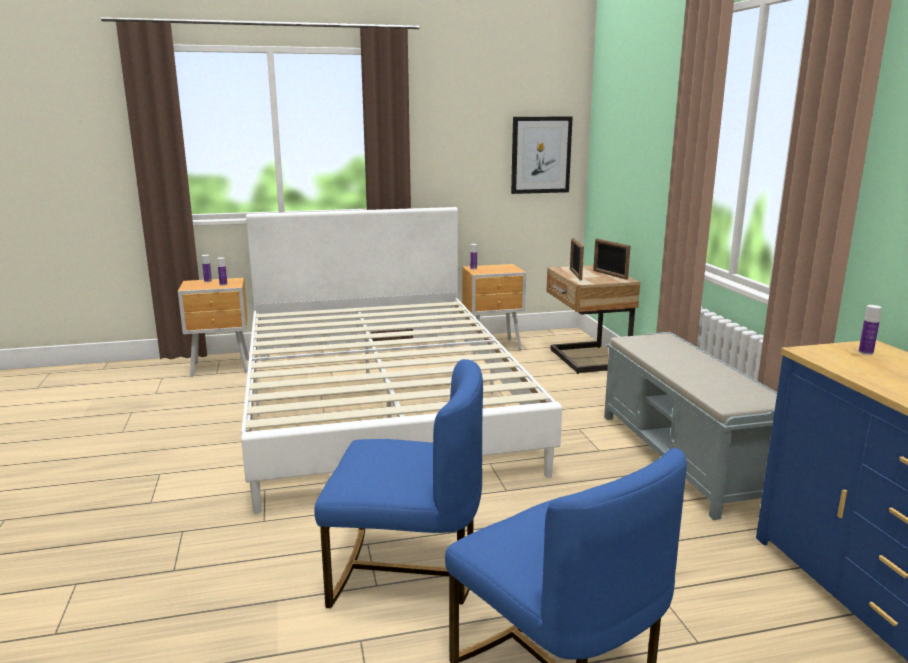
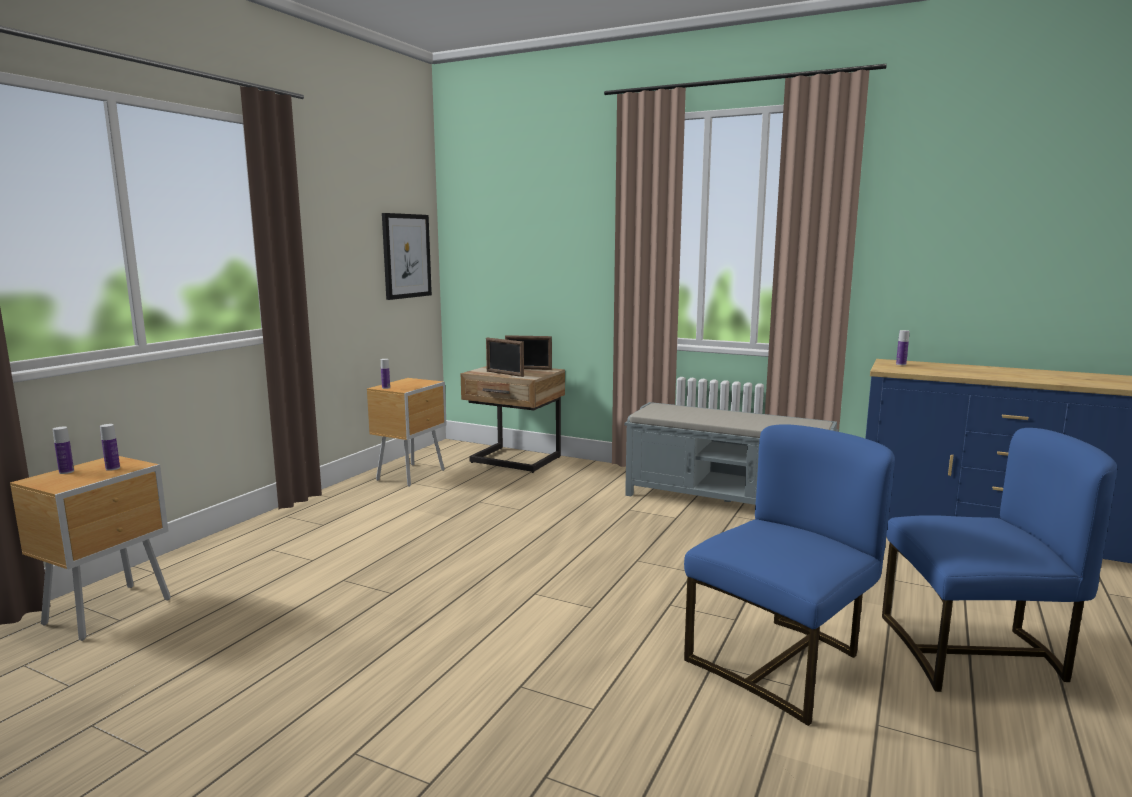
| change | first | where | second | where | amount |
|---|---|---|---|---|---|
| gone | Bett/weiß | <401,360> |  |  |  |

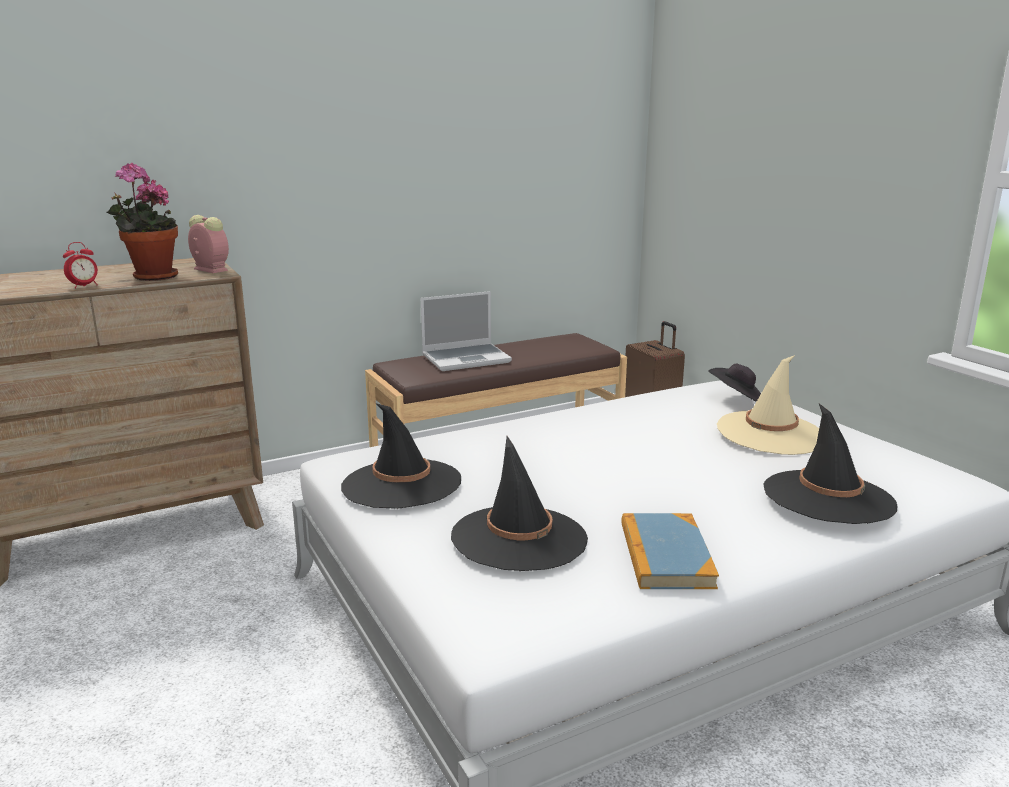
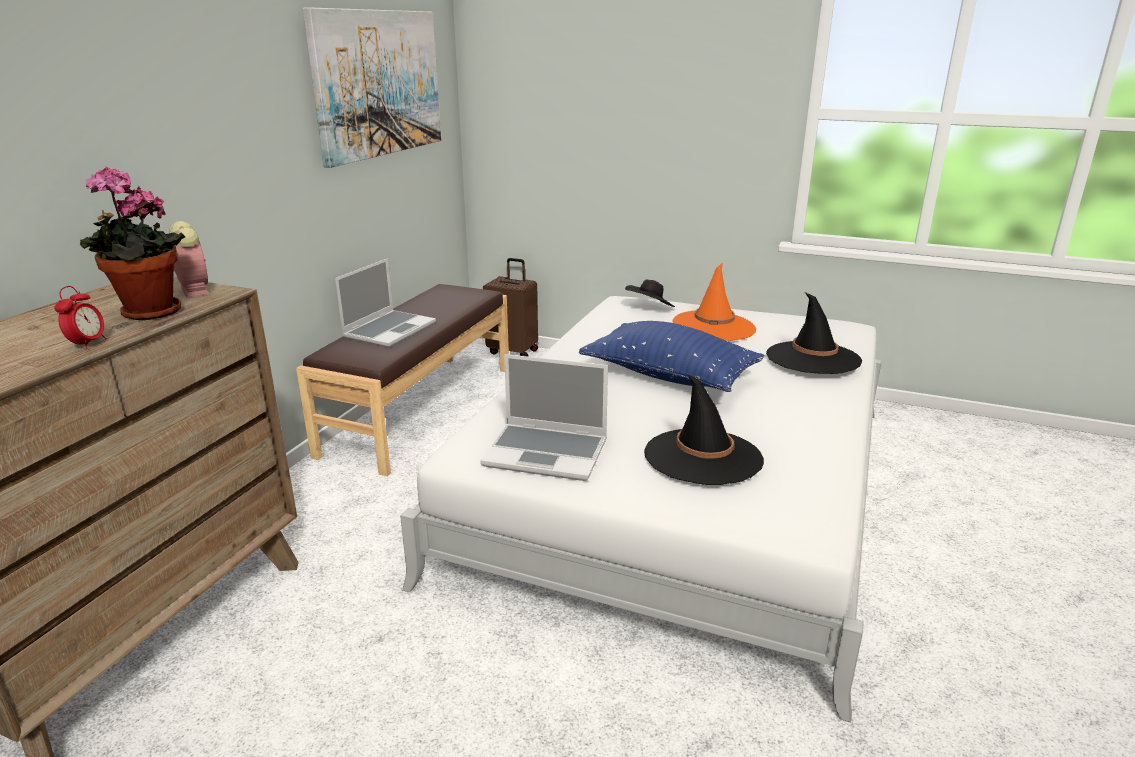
| change | first | where | second | where | amount |
|---|---|---|---|---|---|
| rotated | Wecker | <208,244> |  | <189,259> | 60 degrees clockwise |
| new |  |  | Bild | <372,88> |  |
| swapped | Hut/schwarz | <401,456> | Laptop | <544,417> |  |
| new |  |  | Kissen/blau | <671,356> |  |
| repainted | Hut/beige | <768,405> | Hut/orange | <714,302> |  |
| gone | Buch | <670,551> |  |  |  |

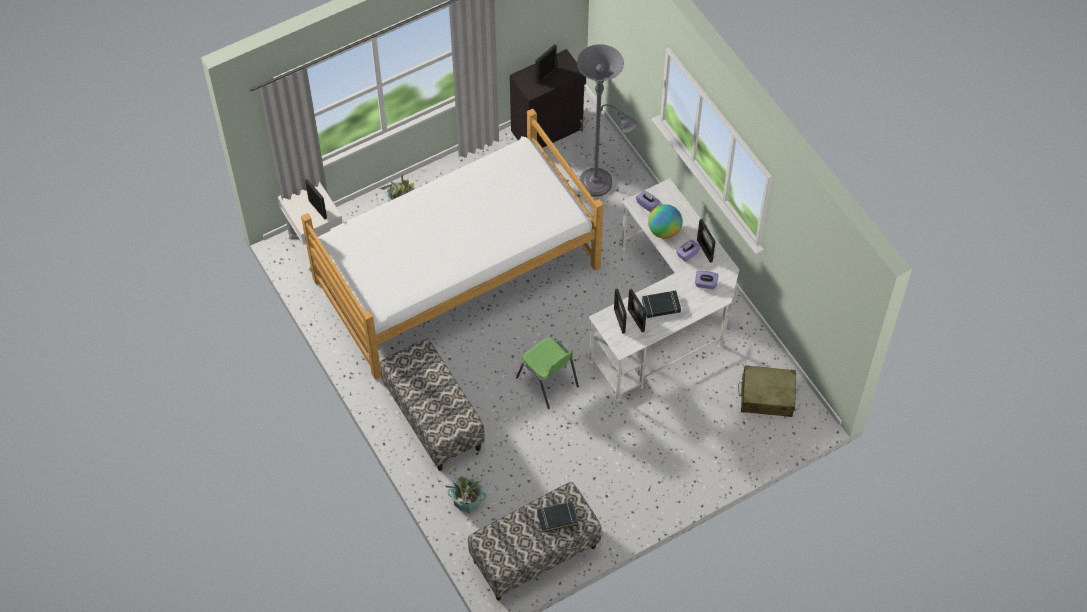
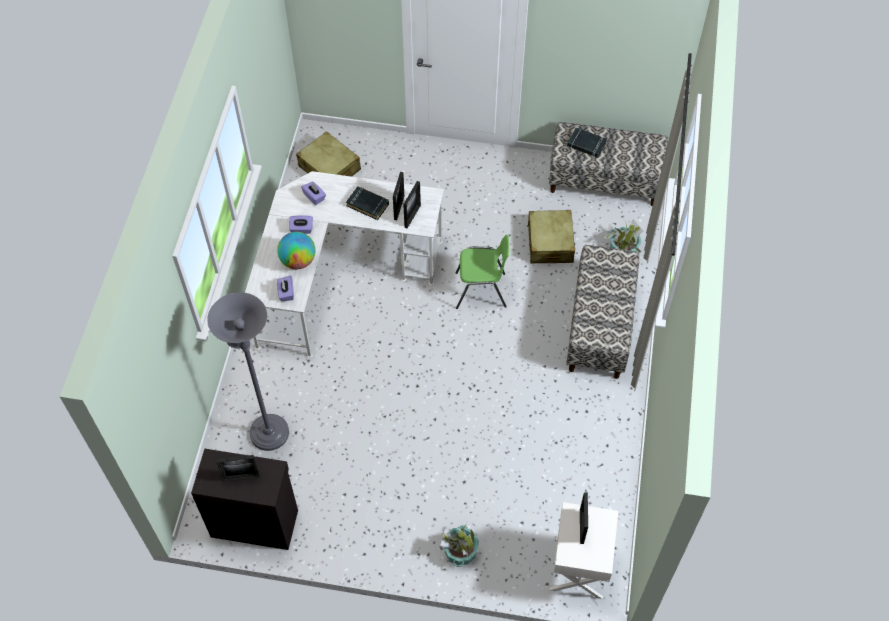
| change | first | where | second | where | amount |
|---|---|---|---|---|---|
| rotated | Stuhl/grün | <547,373> |  | <482,272> | 90 degrees clockwise |
| new |  |  | Koffer/beige | <551,237> |  |
| gone | Bett | <452,244> |  |  |  |
| gone | Bilderrahmen | <706,241> |  |  |  |

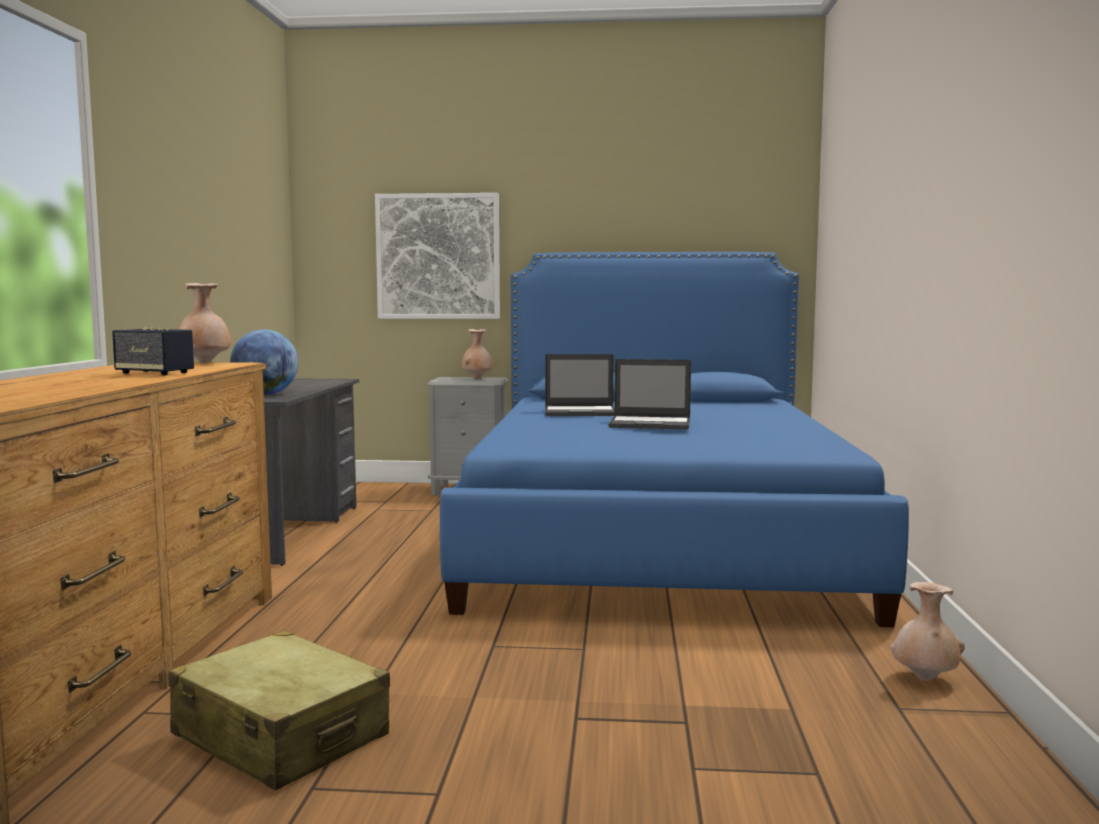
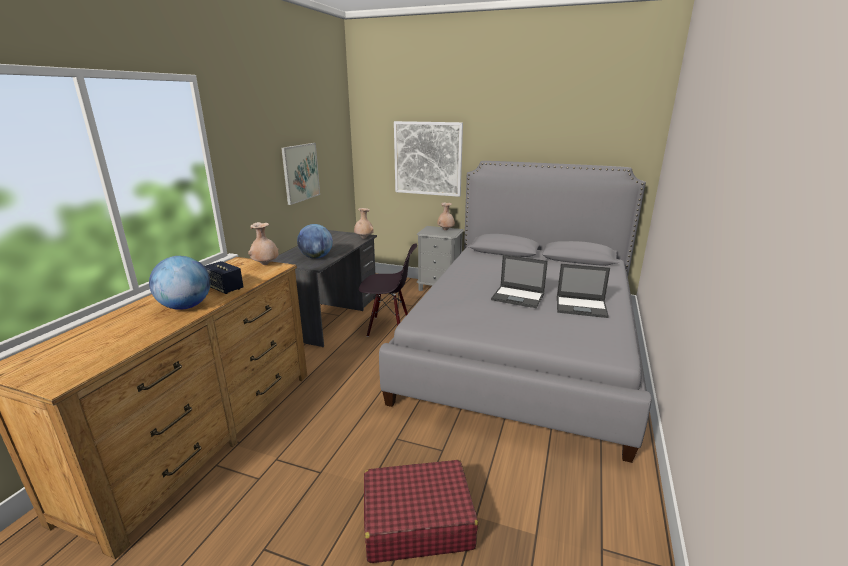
| change | first | where | second | where | amount |
|---|---|---|---|---|---|
| new |  |  | Globus | <179,283> |  |
| new |  |  | Bild | <300,174> |  |
| shifted | Vase/beige | <927,631> |  | <364,223> |  |
| new |  |  | Stuhl/schwarz | <388,290> |  |
| new |  |  | Koffer/rot | <421,511> |  |
| repainted | Bett/blau | <674,439> | Bett/grau | <515,312> |  |
| shifted | Laptop | <580,385> |  | <583,291> |  |
| gone | Koffer/beige | <279,710> |  |  |  |

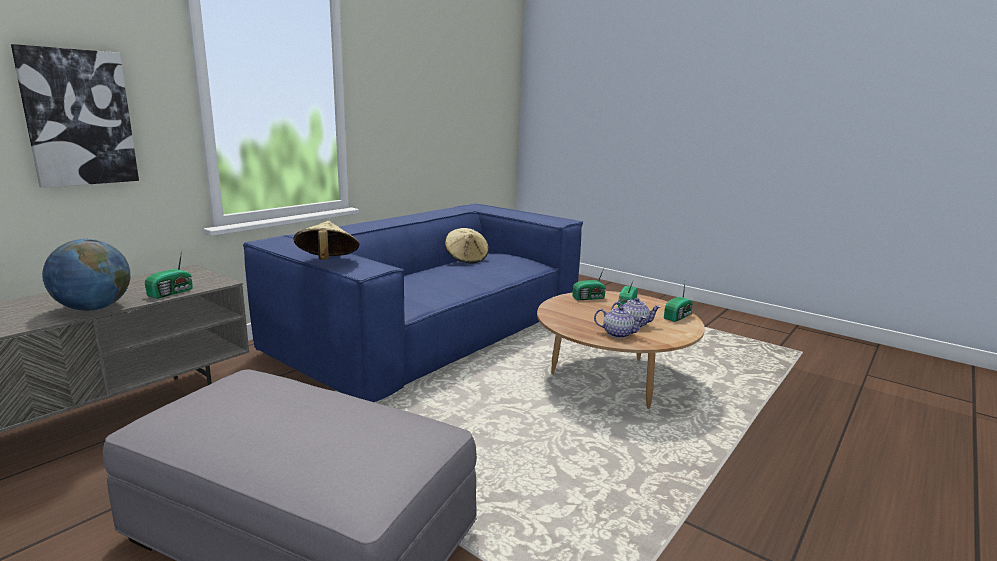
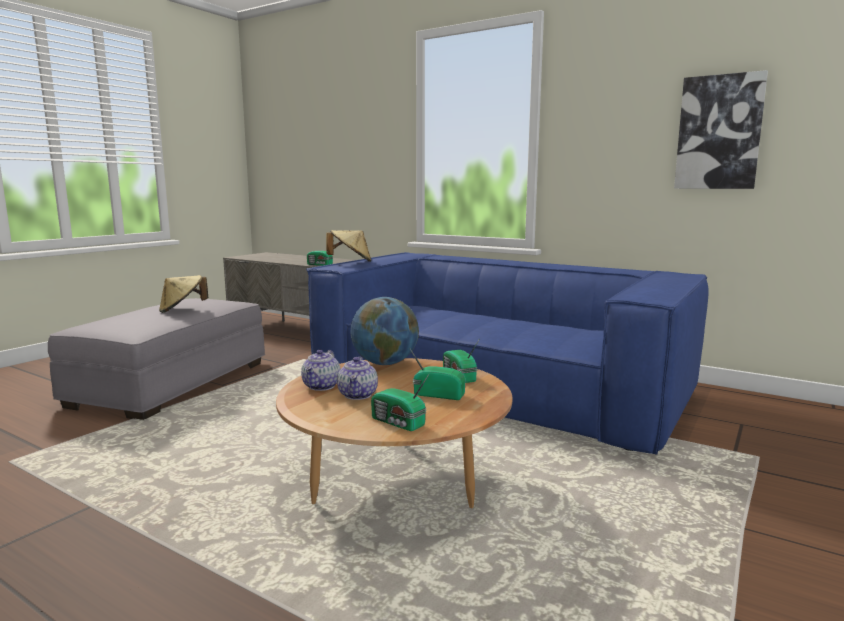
| change | first | where | second | where | amount |
|---|---|---|---|---|---|
| shifted | Hut/beige | <467,245> |  | <183,294> |  |
| shifted | Globus | <86,275> |  | <384,331> |  |
| shifted | Bild | <75,116> |  | <721,129> |  |

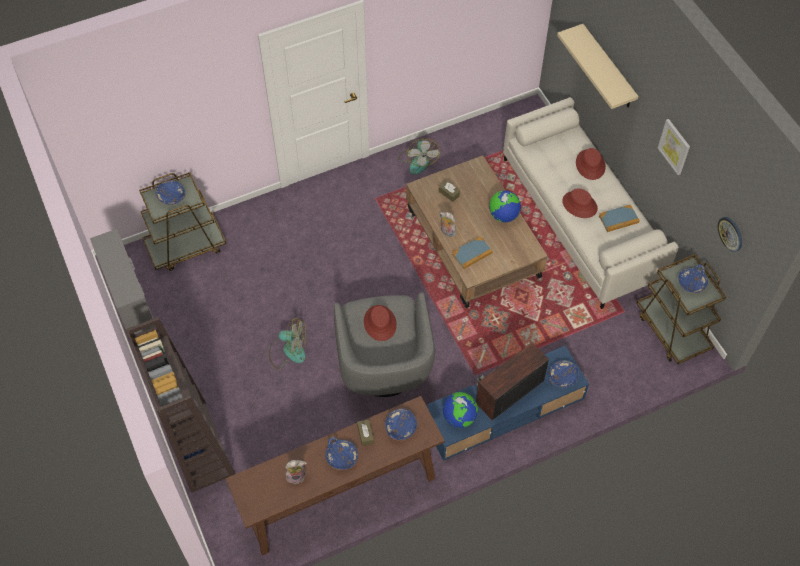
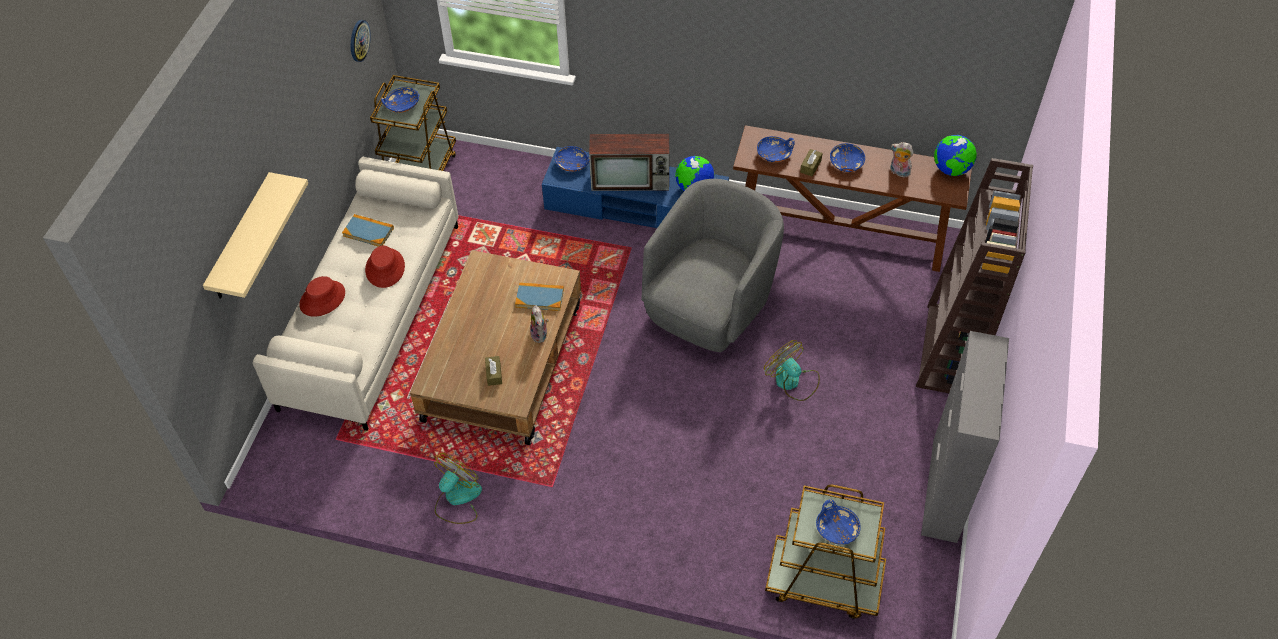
| change | first | where | second | where | amount |
|---|---|---|---|---|---|
| shifted | Globus | <505,206> |  | <955,155> |  |
| gone | Hut/rot | <380,323> |  |  |  |
| gone | Bild | <674,147> |  |  |  |

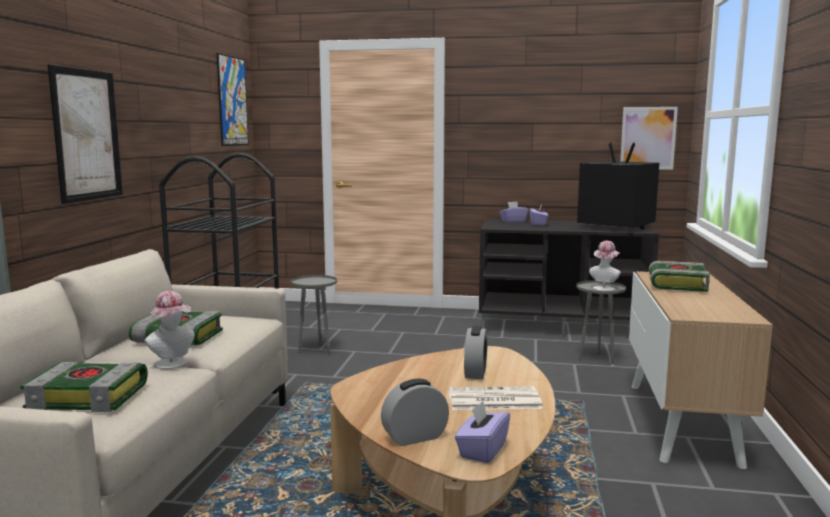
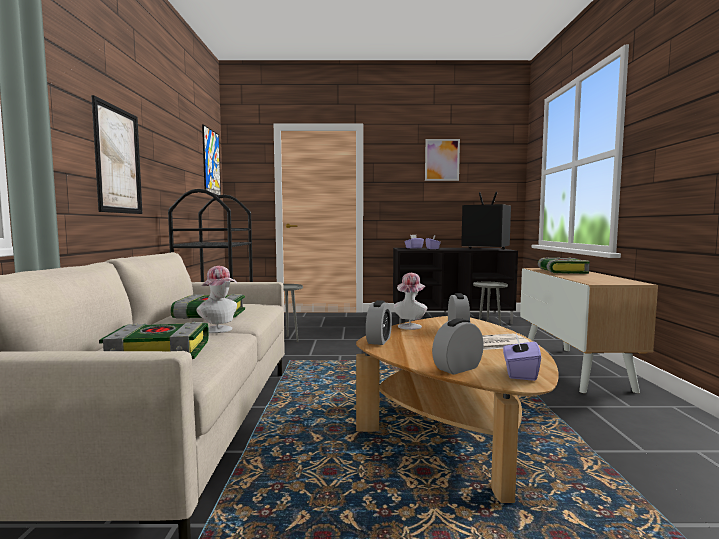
| change | first | where | second | where | amount |
|---|---|---|---|---|---|
| new |  |  | Wecker | <379,322> |  |
| shifted | Hut | <605,266> |  | <410,301> |  |
| shifted | Bild | <649,138> |  | <442,160> |  |

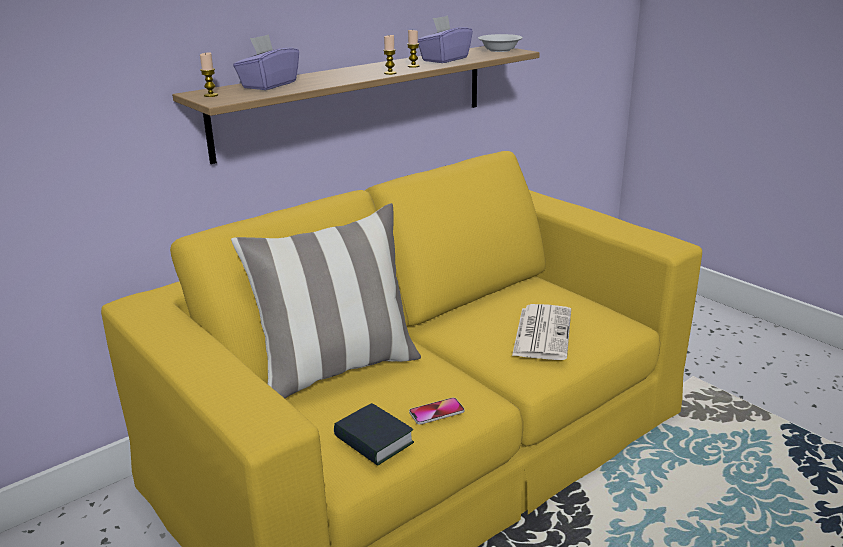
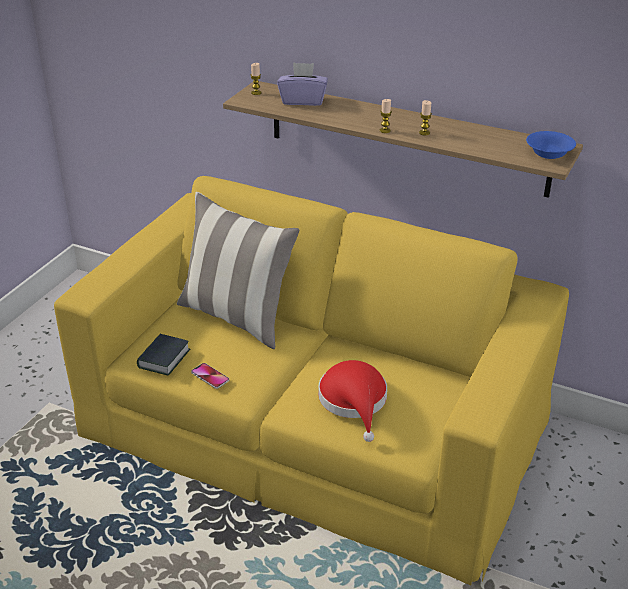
| change | first | where | second | where | amount |
|---|---|---|---|---|---|
| swapped | Zeitung | <541,332> | Hut/rot | <352,401> |  |
| repainted | Schüssel/weiß | <500,43> | Schüssel/blau | <551,145> |  |
| gone | Taschentuchbox/lila | <445,39> |  |  |  |

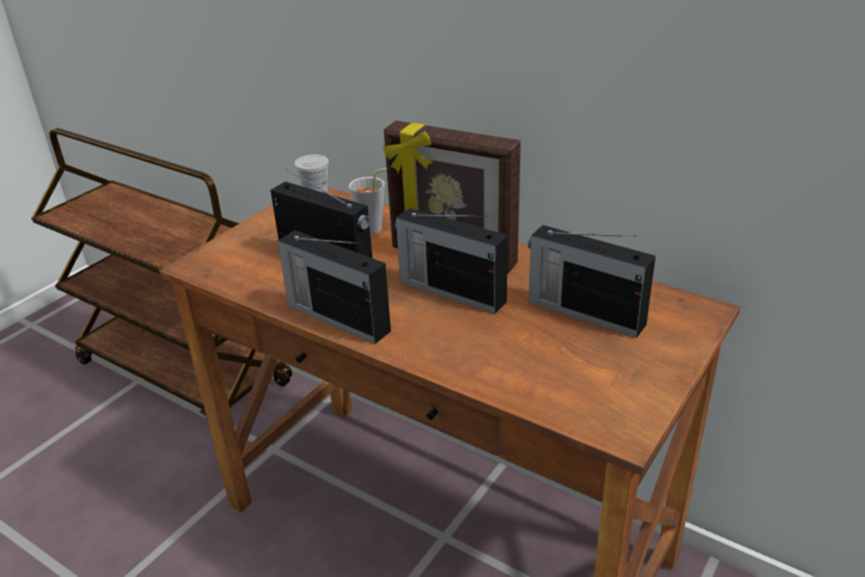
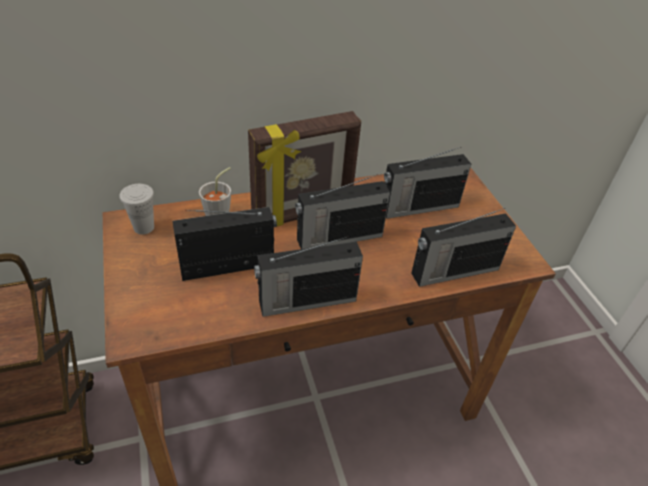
| change | first | where | second | where | amount |
|---|---|---|---|---|---|
| new |  |  | Radio | <463,247> |  |

